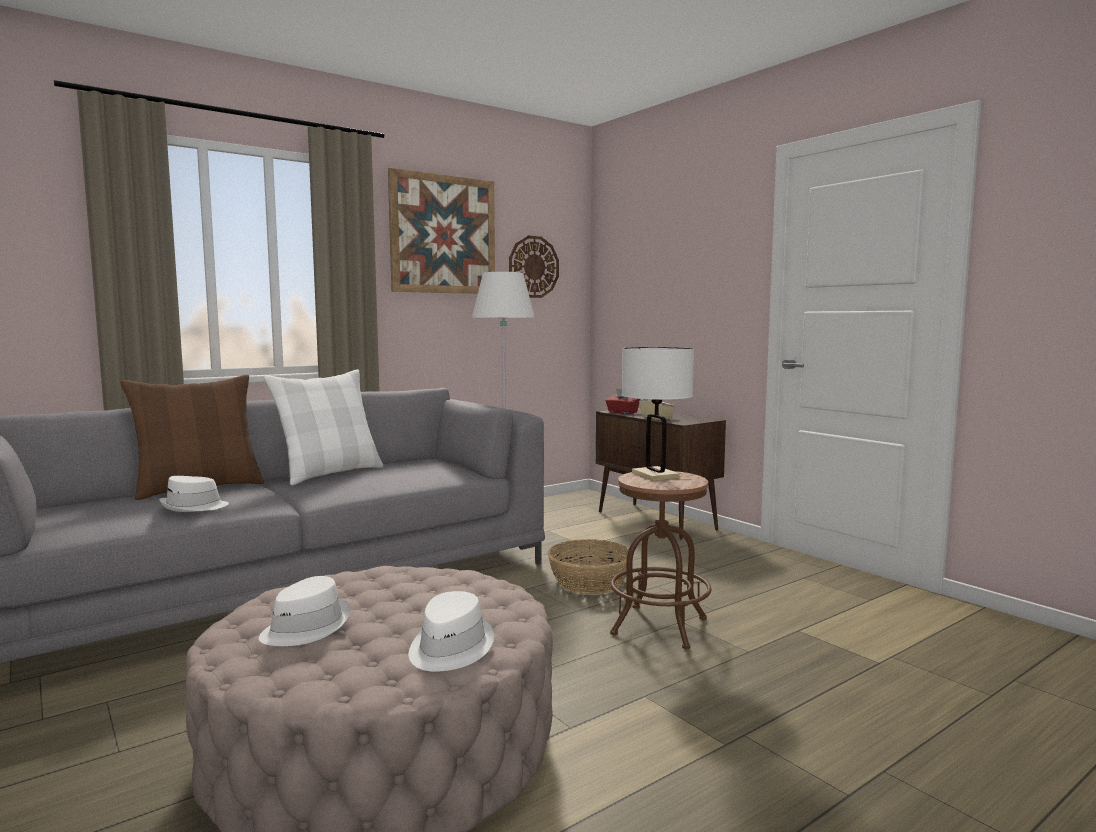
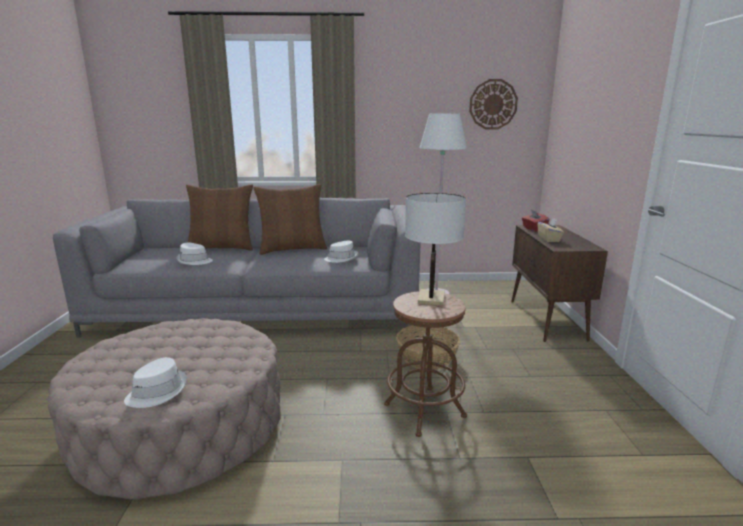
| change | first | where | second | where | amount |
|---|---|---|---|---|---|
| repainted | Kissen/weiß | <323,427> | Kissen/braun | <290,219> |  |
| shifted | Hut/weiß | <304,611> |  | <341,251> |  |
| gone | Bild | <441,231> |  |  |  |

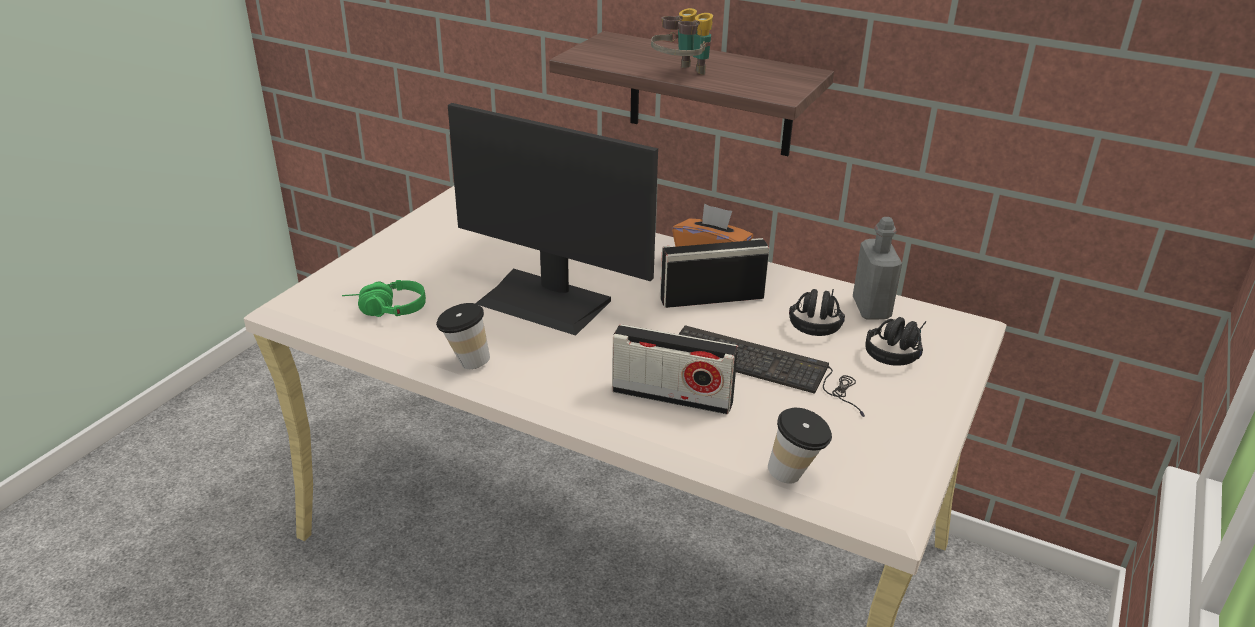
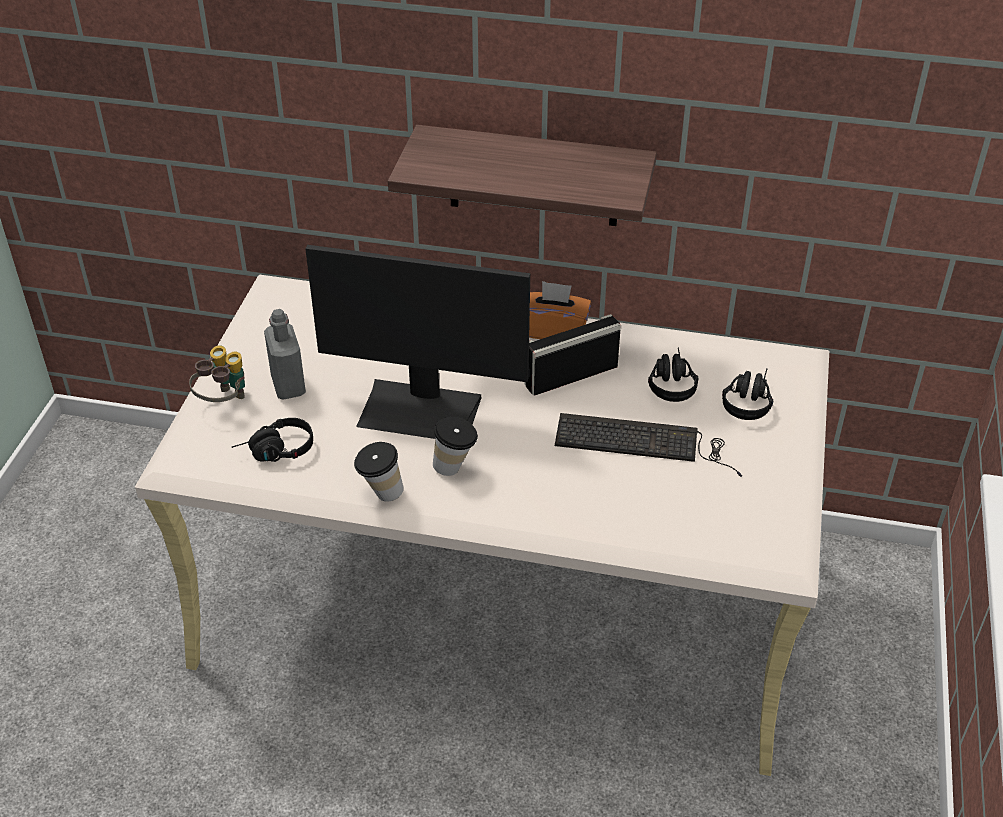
| change | first | where | second | where | amount |
|---|---|---|---|---|---|
| shifted | Fernglas | <682,41> |  | <217,373> |  |
| repainted | Kopfhörer/grün | <384,298> | Kopfhörer/schwarz | <272,440> |  |
| shifted | Flasche/grau | <877,268> |  | <285,354> |  |
| shifted | Tasse | <800,446> |  | <455,446> |  |
| gone | Radio | <675,369> |  |  |  |

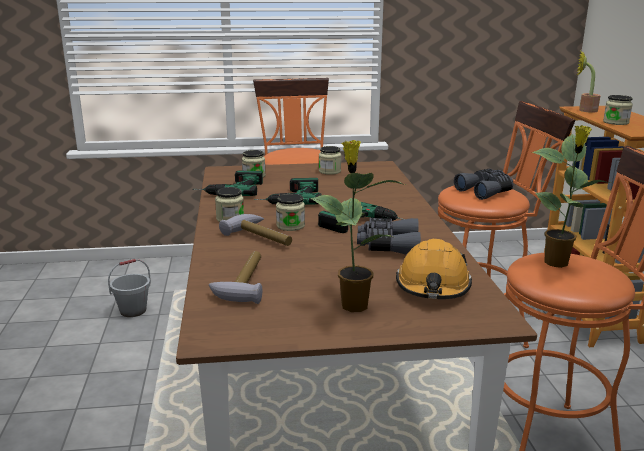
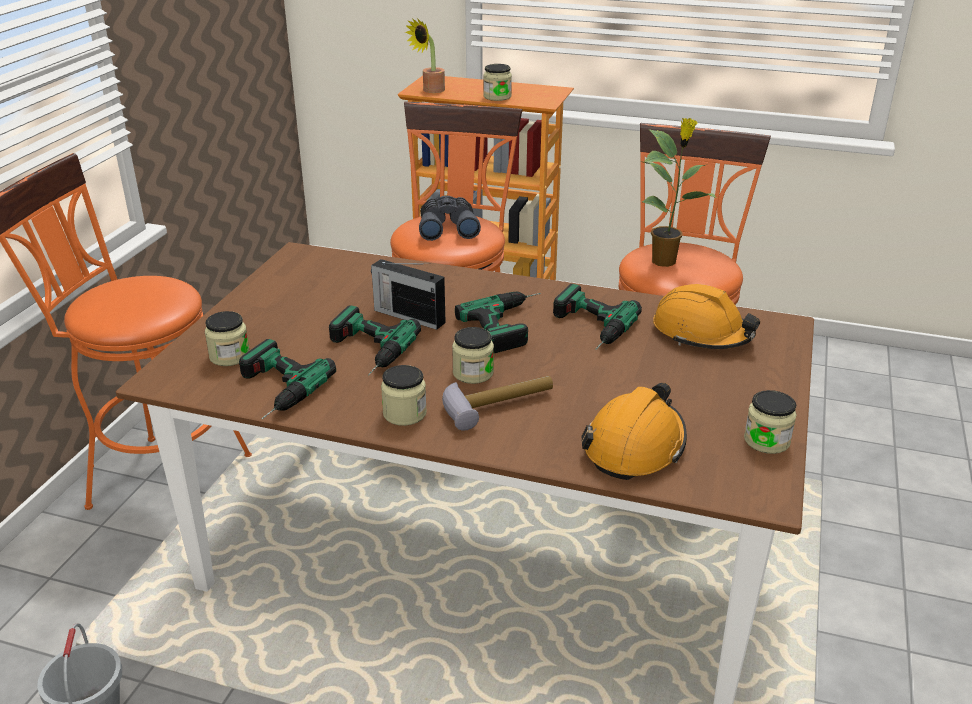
| change | first | where | second | where | amount |
|---|---|---|---|---|---|
| new |  |  | Radio | <408,294> |  |
| swapped | Fernglas/grau | <389,236> | Bohrmaschine | <597,317> |  |
| swapped | Hammer | <235,277> | Schutzhelm/orange | <634,431> |  |
| shifted | Vorratsglas | <330,160> |  | <770,422> |  |
| gone | Topfpflanze | <358,226> |  |  |  |

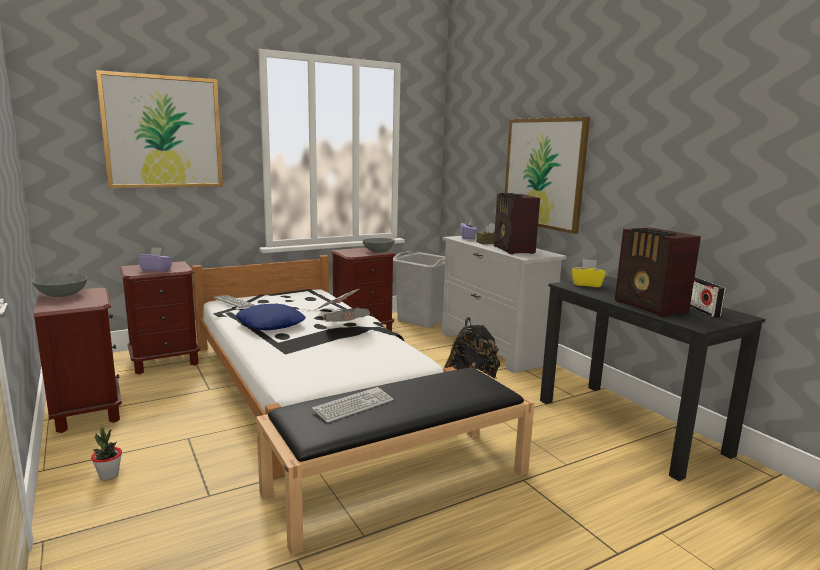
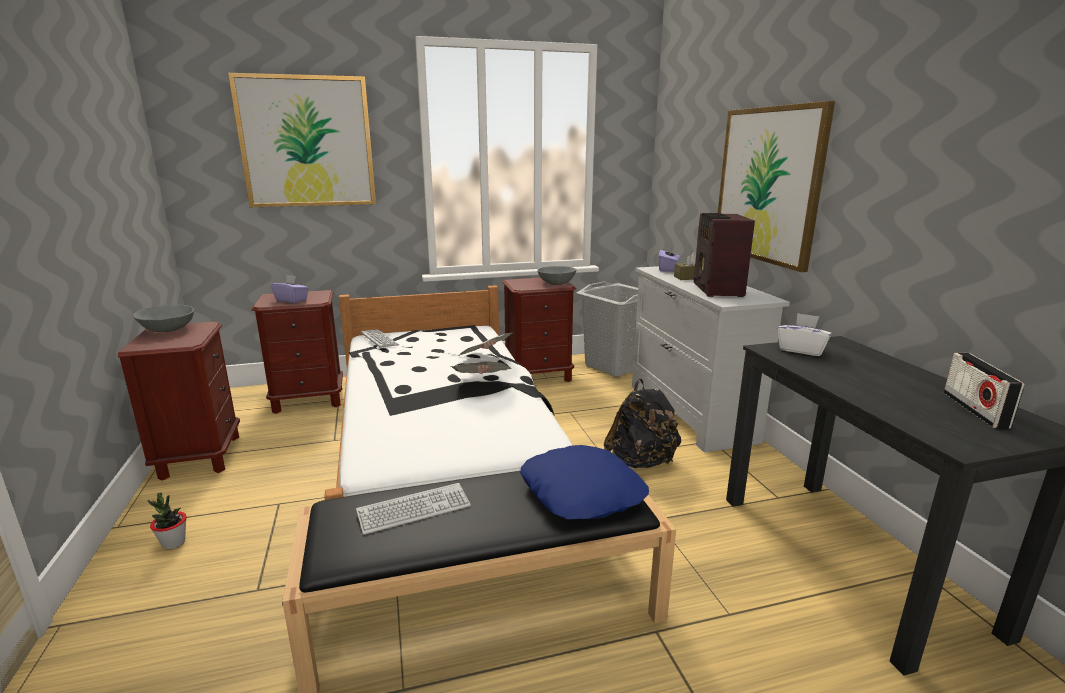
| change | first | where | second | where | amount |
|---|---|---|---|---|---|
| shifted | Kissen/blau | <271,317> |  | <584,482> |  |
| repainted | Taschentuchbox/gelb | <589,273> | Taschentuchbox/weiß | <804,334> |  |
| gone | Radio | <658,272> |  |  |  |

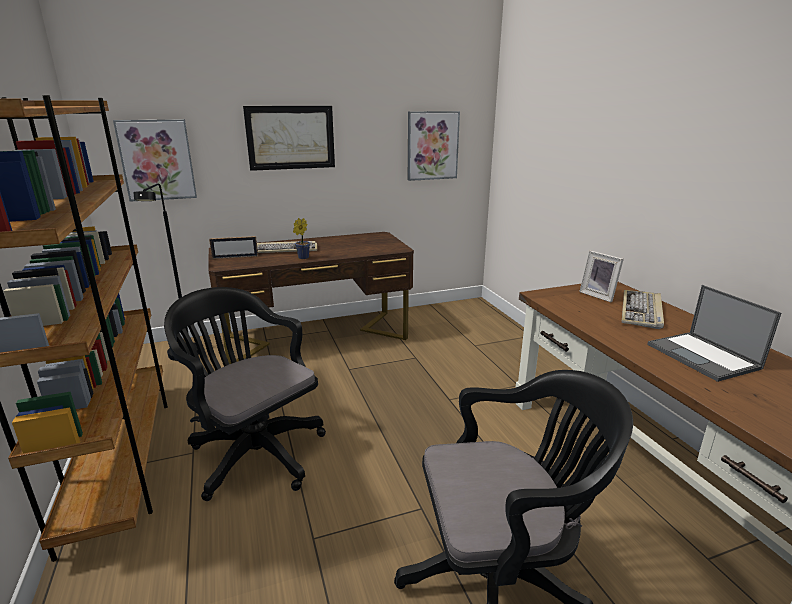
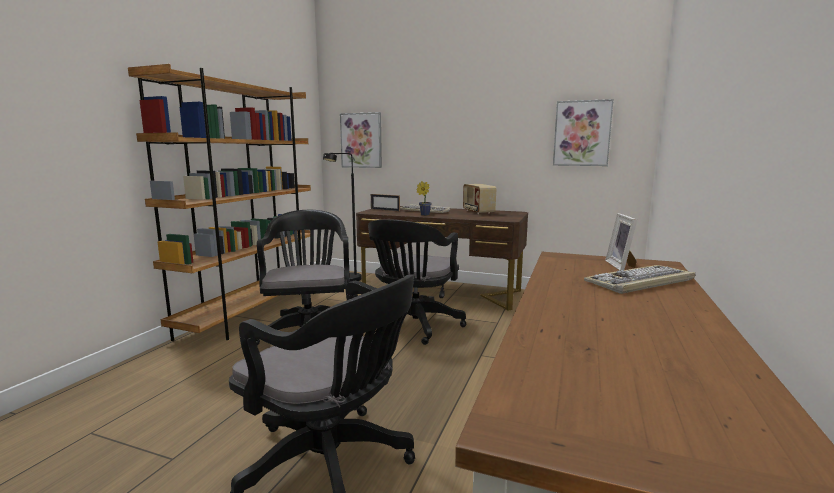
| change | first | where | second | where | amount |
|---|---|---|---|---|---|
| new |  |  | Bürostuhl/schwarz | <417,282> |  |
| new |  |  | Radio | <479,199> |  |
| gone | Bild | <289,138> |  |  |  |
| gone | Laptop | <714,333> |  |  |  |

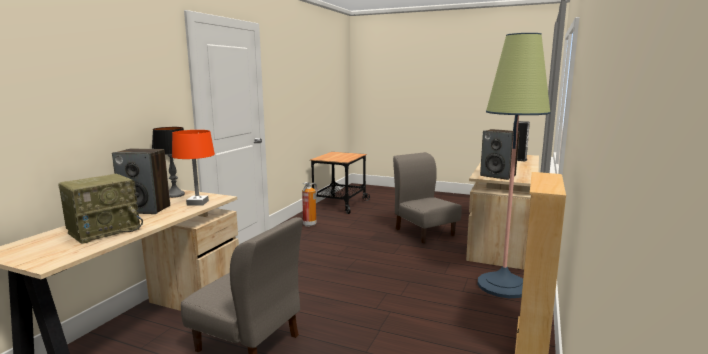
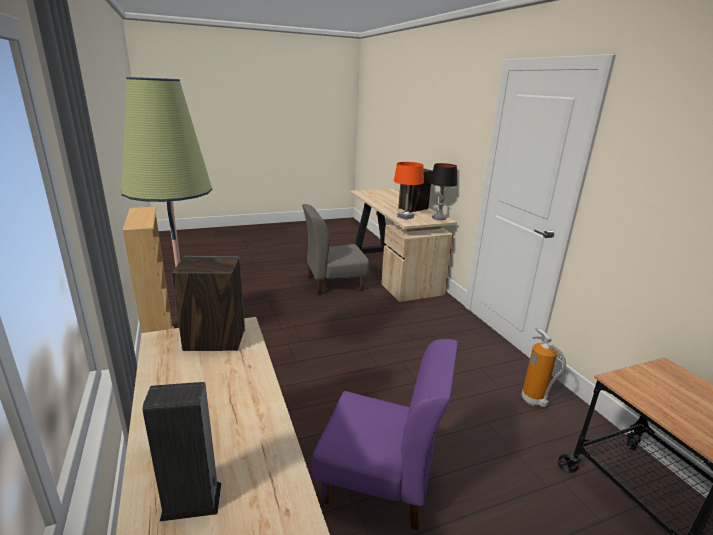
| change | first | where | second | where | amount |
|---|---|---|---|---|---|
| repainted | Stuhl/grau | <427,197> | Stuhl/lila | <384,435> |  |
| gone | Radio | <100,209> |  |  |  |

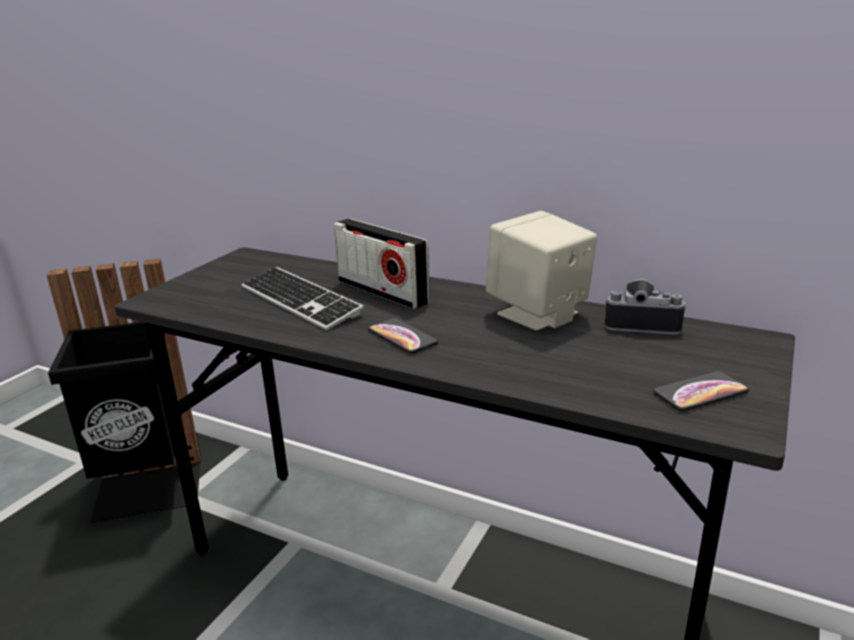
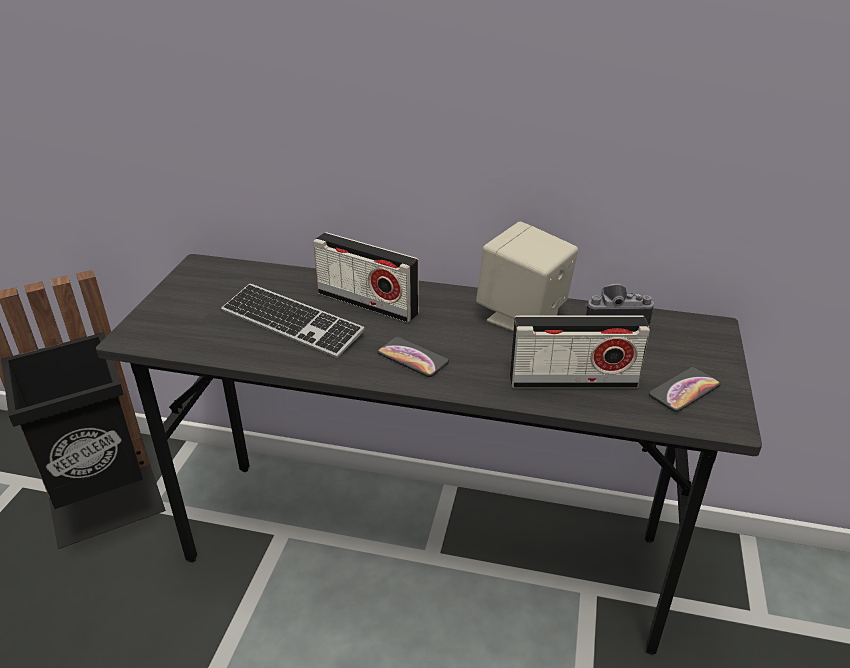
| change | first | where | second | where | amount |
|---|---|---|---|---|---|
| new |  |  | Radio | <580,351> |  |

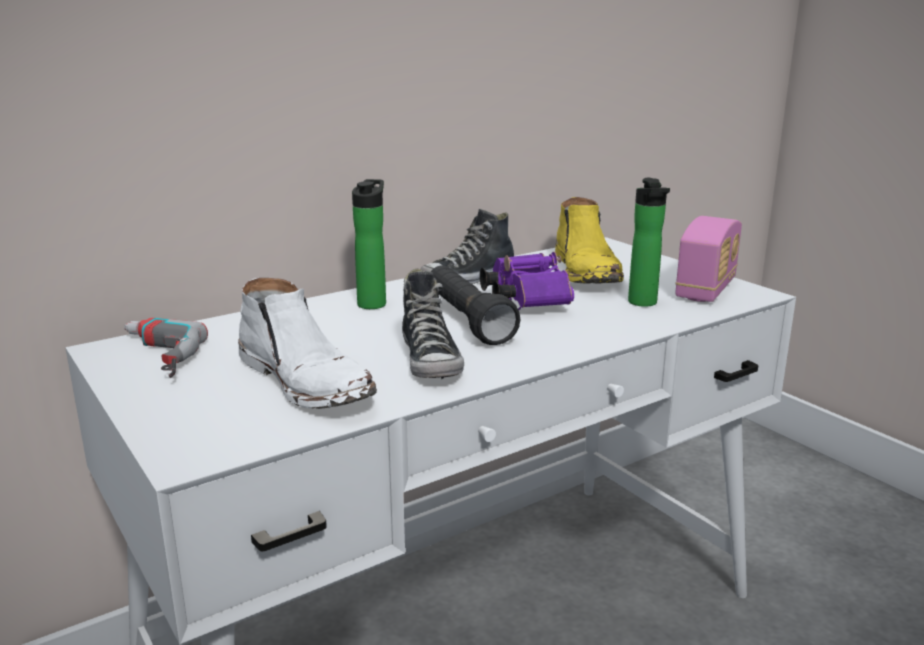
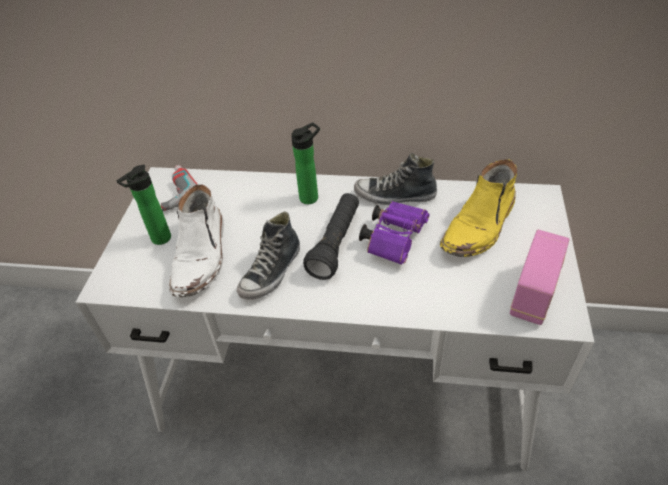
| change | first | where | second | where | amount |
|---|---|---|---|---|---|
| shifted | Flasche | <649,242> |  | <144,205> |  |
| rotated | Radio | <708,259> |  | <539,277> | 45 degrees counterclockwise |

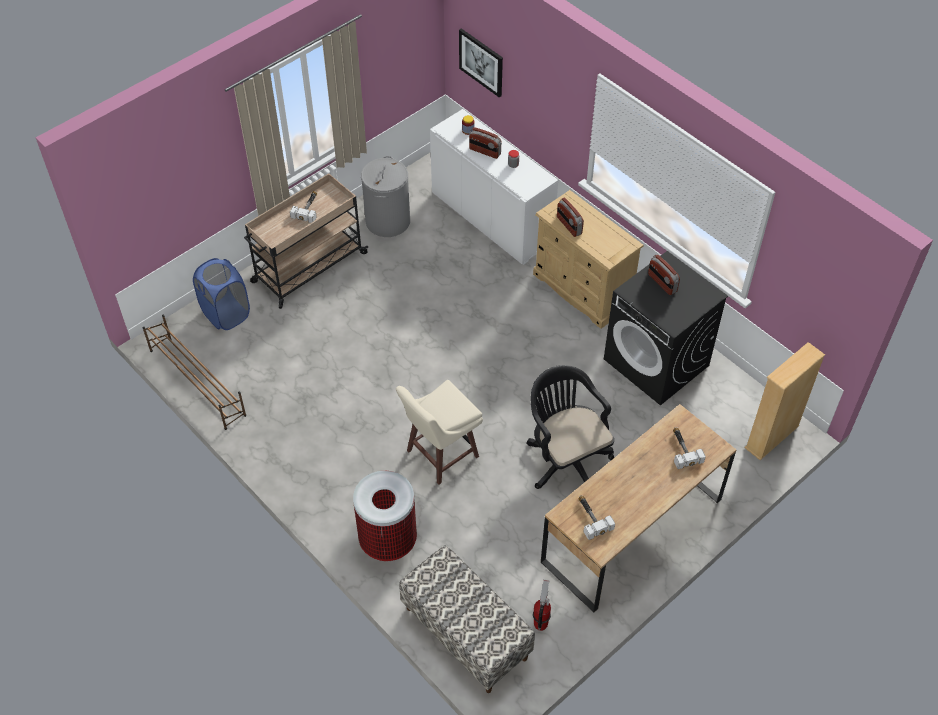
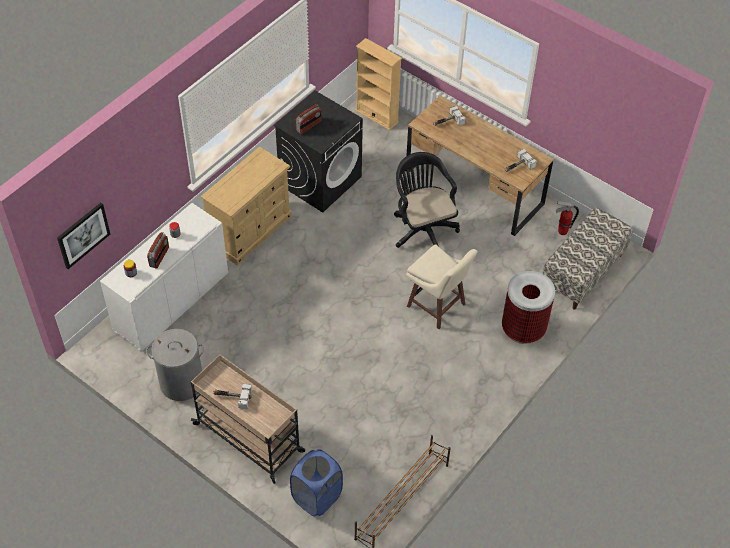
| change | first | where | second | where | amount |
|---|---|---|---|---|---|
| rotated | Bürostuhl/schwarz | <570,427> |  | <427,200> | 105 degrees clockwise |
| gone | Radio | <570,217> |  |  |  |

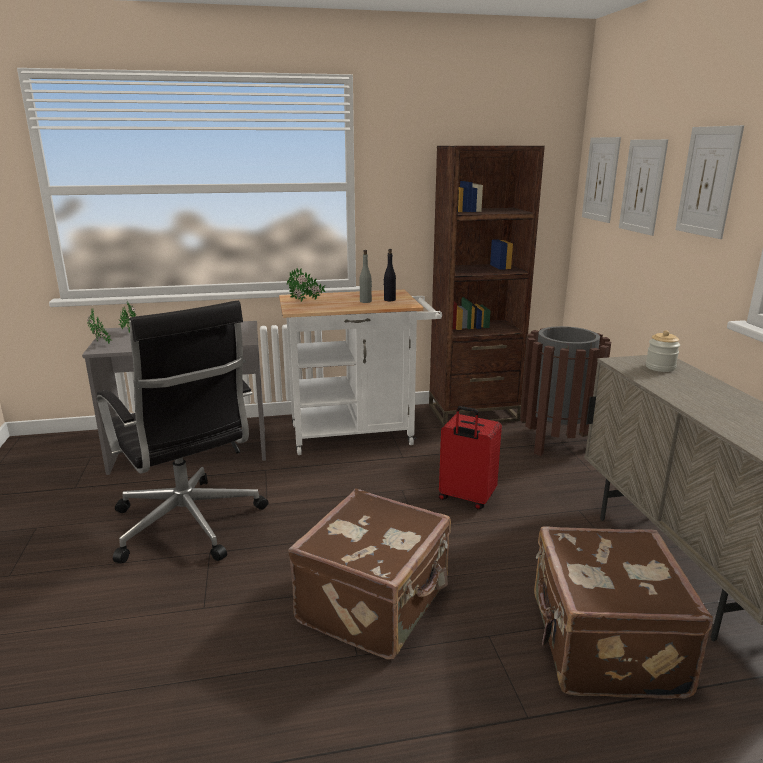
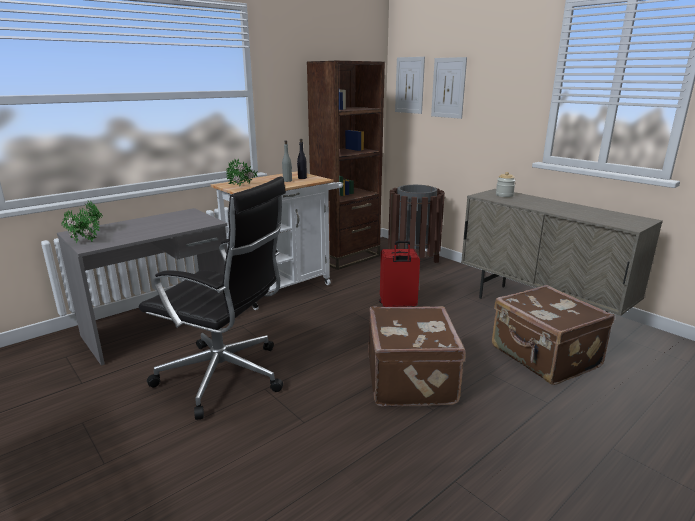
| change | first | where | second | where | amount |
|---|---|---|---|---|---|
| gone | Bild | <709,182> |  |  |  |

